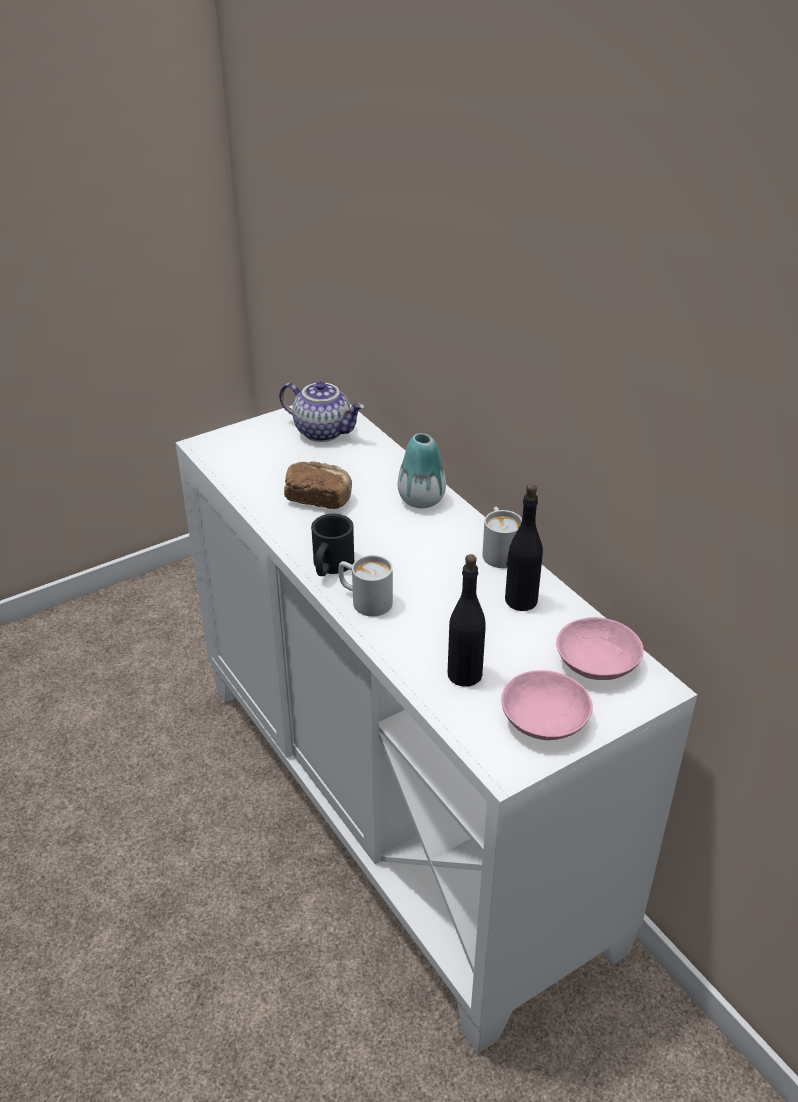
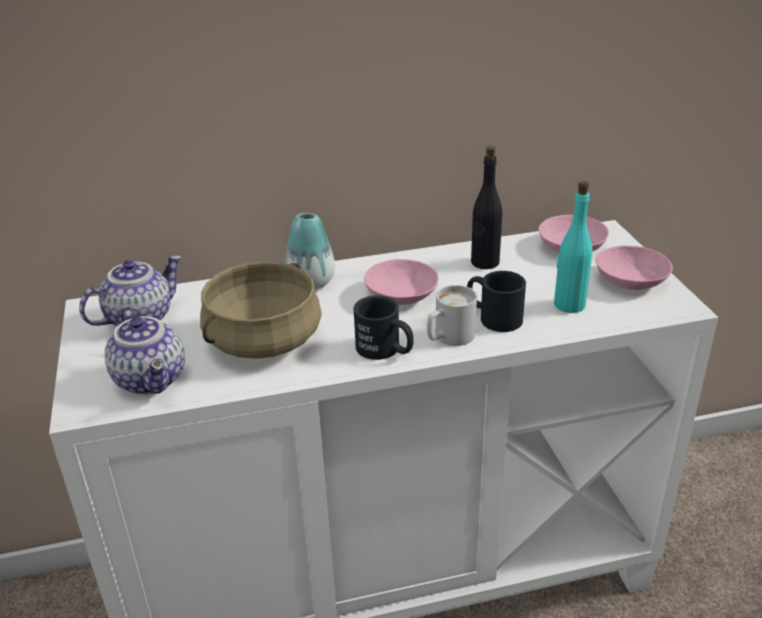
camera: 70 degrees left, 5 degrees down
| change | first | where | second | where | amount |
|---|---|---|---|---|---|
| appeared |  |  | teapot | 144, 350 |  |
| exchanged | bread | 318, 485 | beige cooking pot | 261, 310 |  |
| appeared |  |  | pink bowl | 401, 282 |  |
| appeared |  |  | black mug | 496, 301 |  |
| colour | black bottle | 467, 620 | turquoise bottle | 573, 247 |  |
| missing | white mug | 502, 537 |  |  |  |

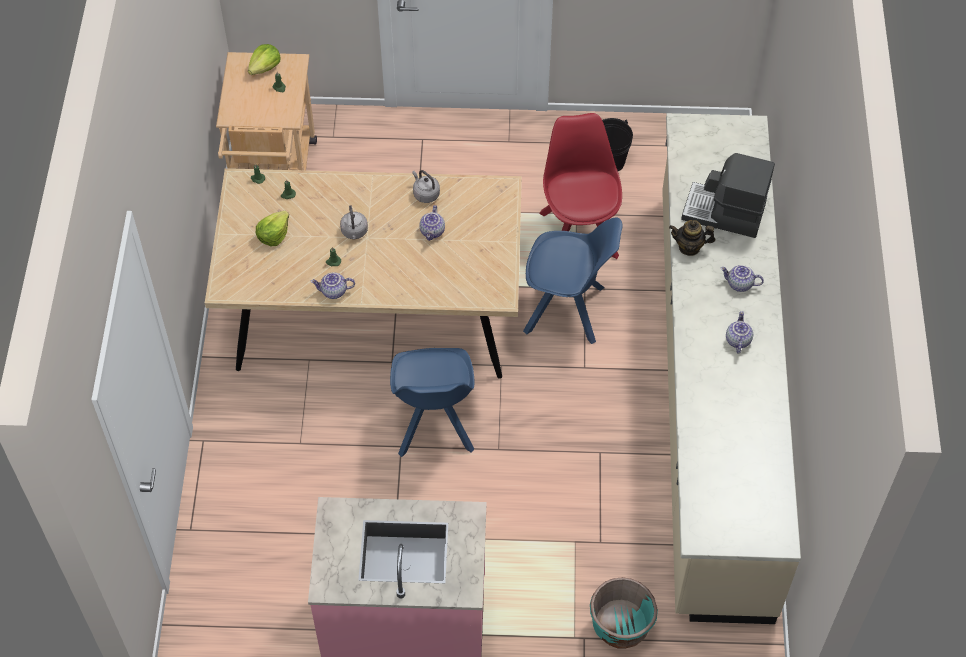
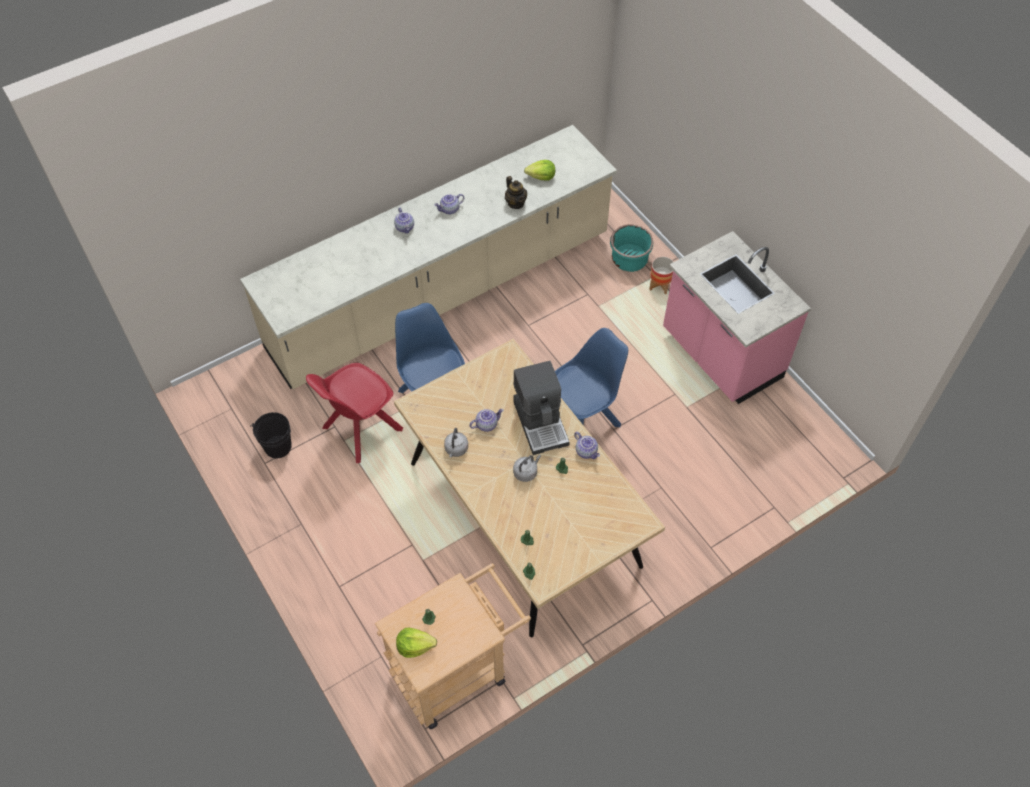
camera: 125 degrees left, 0 degrees up
| change | first | where | second | where | amount |
|---|---|---|---|---|---|
| relocated | teapot | 692, 238 |  | 516, 192 |  |
| relocated | coffee machine | 728, 195 |  | 541, 408 |  |
| relocated | lettuce | 272, 228 |  | 539, 170 |  |
| appeared |  |  | planter | 661, 275 |  |

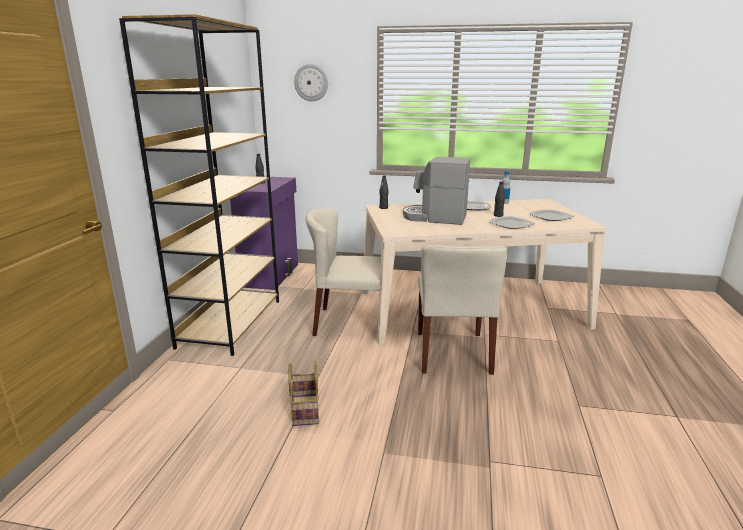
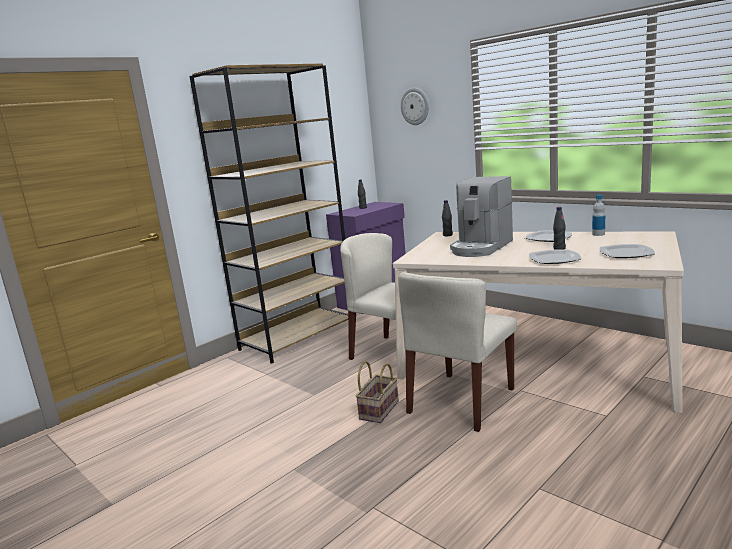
camera: 35 degrees right, 5 degrees down
| change | first | where | second | where | amount |
|---|---|---|---|---|---|
| relocated | basket | 303, 393 |  | 377, 392 |  |
| spun | coffee machine | 436, 191 |  | 481, 216 | 105 degrees counterclockwise |

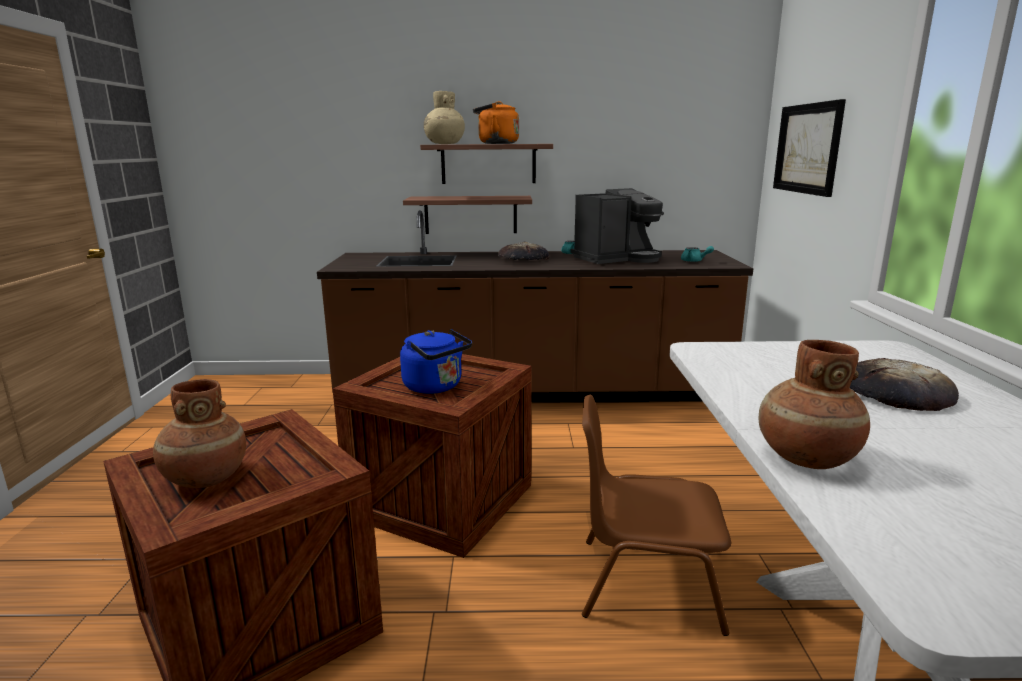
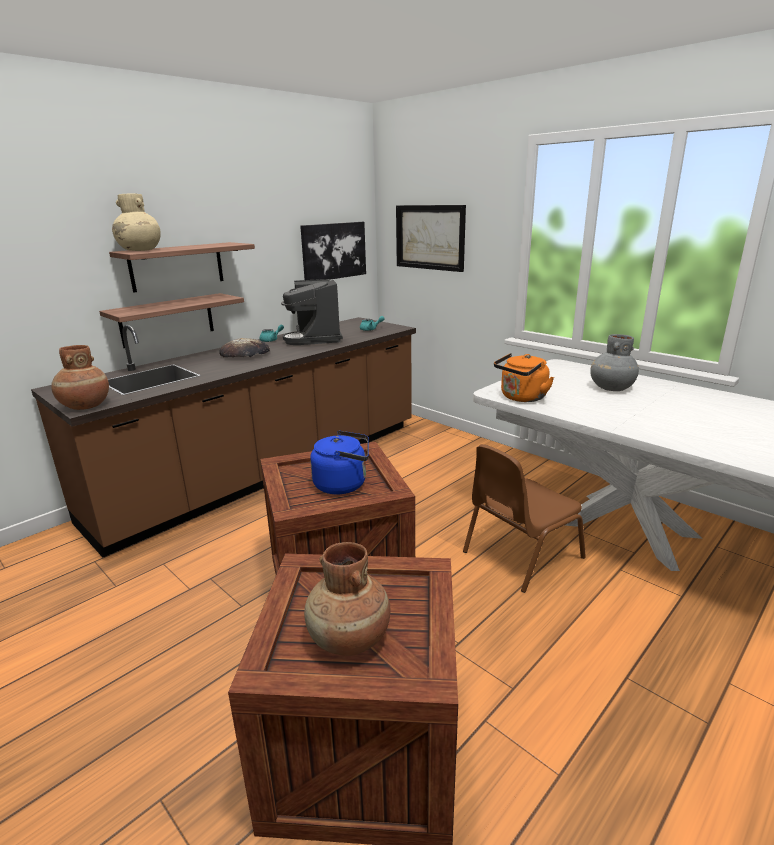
camera: 45 degrees left, 5 degrees up
| change | first | where | second | where | amount |
|---|---|---|---|---|---|
| relocated | brown vase | 814, 404 |  | 80, 377 |  |
| spun | coffee machine | 617, 226 |  | 312, 312 | 150 degrees clockwise |
| appeared |  |  | picture | 333, 251 |  |
| relocated | orange kettle | 496, 122 |  | 524, 377 |  |
| exchanged | bread | 904, 384 | grey vase | 614, 362 |  |

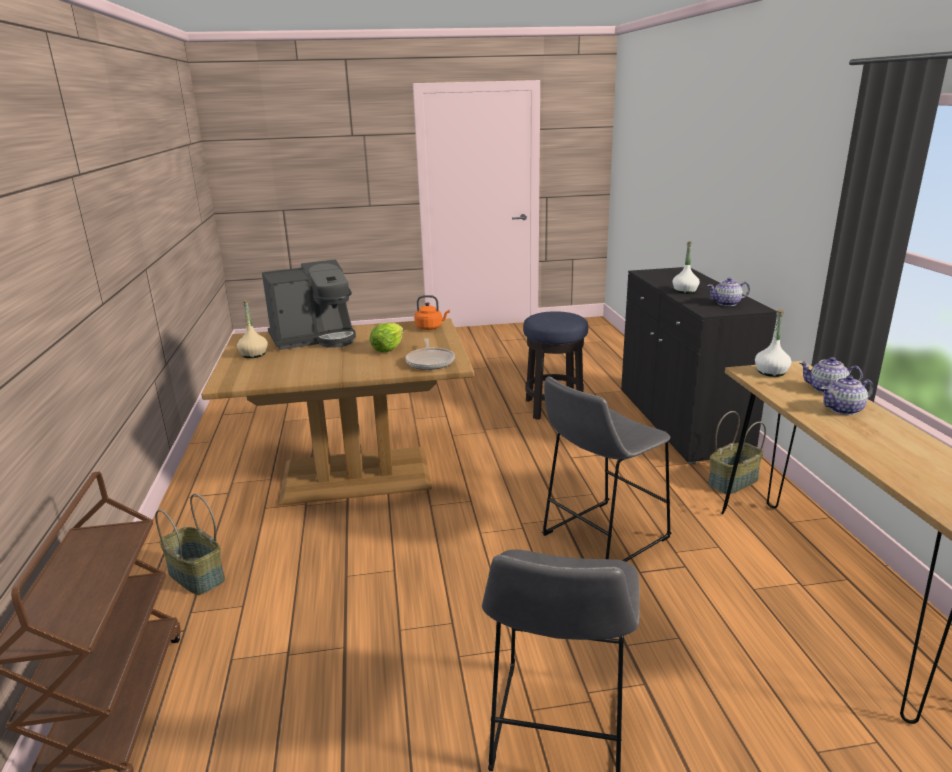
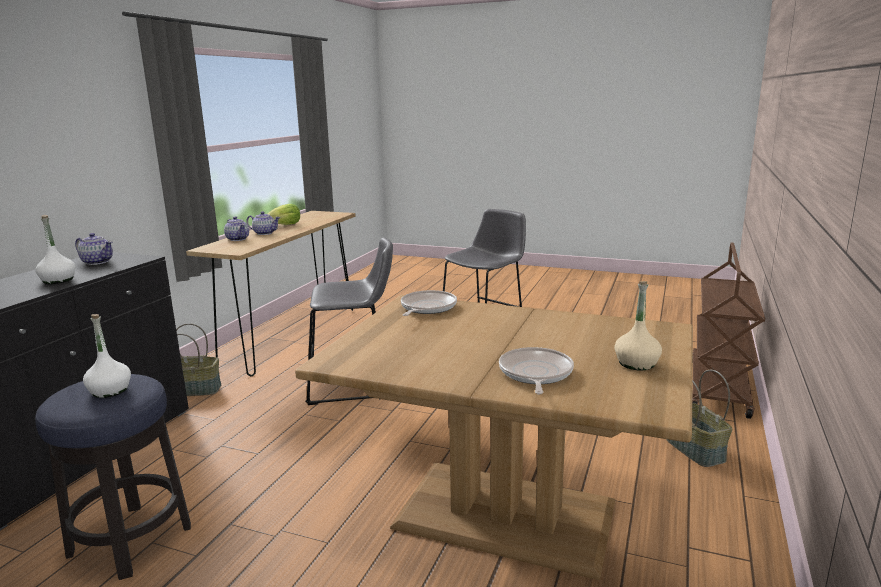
camera: 150 degrees left, 5 degrees down
| change | first | where | second | where | amount |
|---|---|---|---|---|---|
| relocated | white bottle | 773, 343 |  | 107, 356 |  |
| relocated | lettuce | 386, 337 |  | 284, 214 |  |
| exchanged | coffee machine | 309, 304 | frying pan | 536, 370 |  |
| missing | orange kettle | 432, 312 |  |  |  |

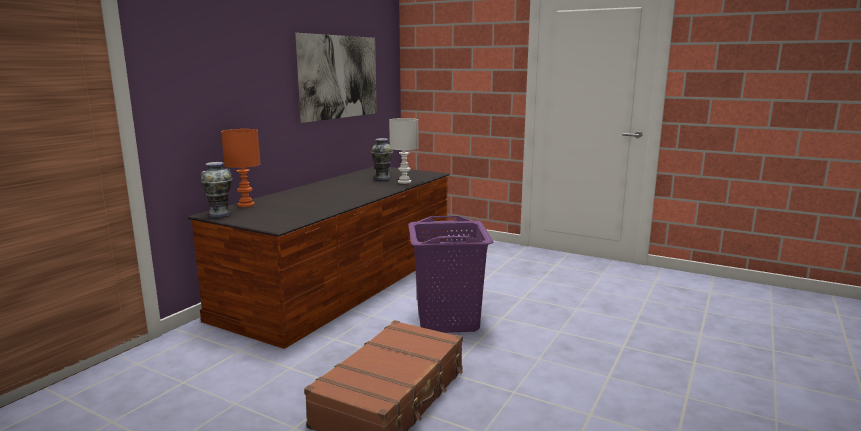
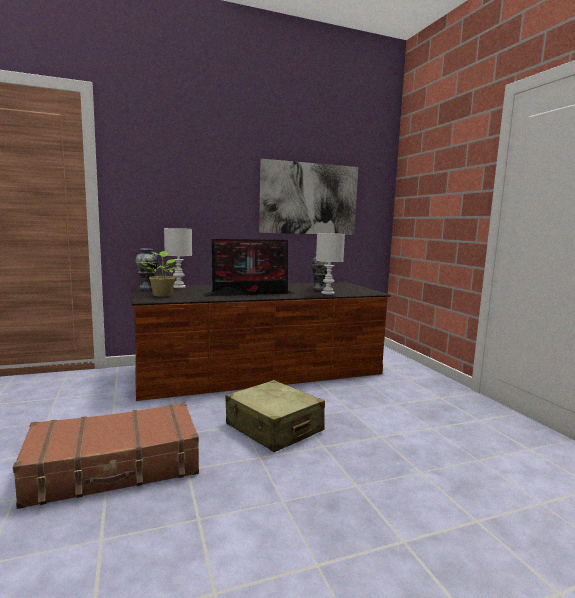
camera: 40 degrees right, 5 degrees down
| change | first | where | second | where | amount |
|---|---|---|---|---|---|
| appeared |  |  | potted plant | 160, 274 |  |
| colour | orange table lamp | 241, 168 | white table lamp | 178, 258 |  |
| appeared |  |  | monitor | 248, 268 |  |
| exchanged | purple laundry basket | 451, 274 | beige suitcase | 275, 416 |  |

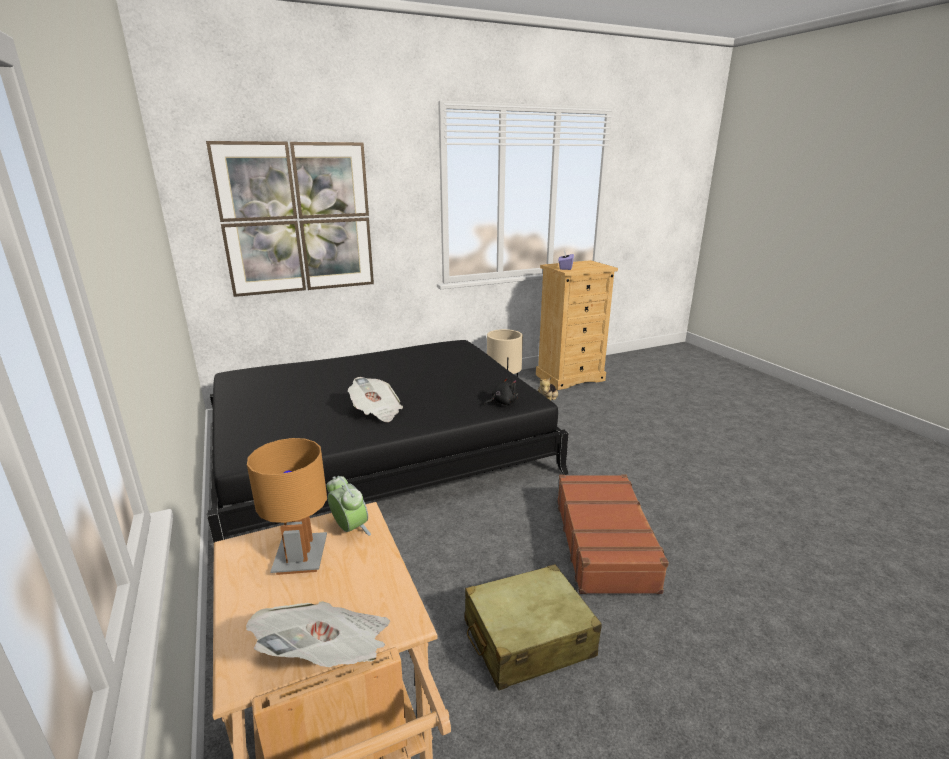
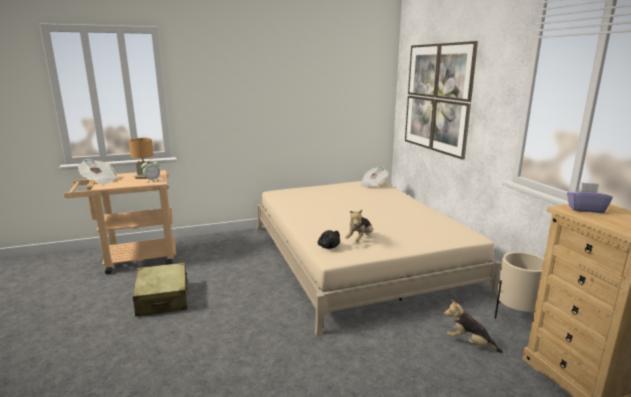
camera: 95 degrees right, 5 degrees down
| change | first | where | second | where | amount |
|---|---|---|---|---|---|
| colour | black bed | 388, 442 | beige bed | 379, 258 |  |
| appeared |  |  | plush toy | 359, 226 |  |
| relocated | newspaper | 375, 399 |  | 374, 177 |  |
| missing | brown suitcase | 613, 534 |  |  |  |

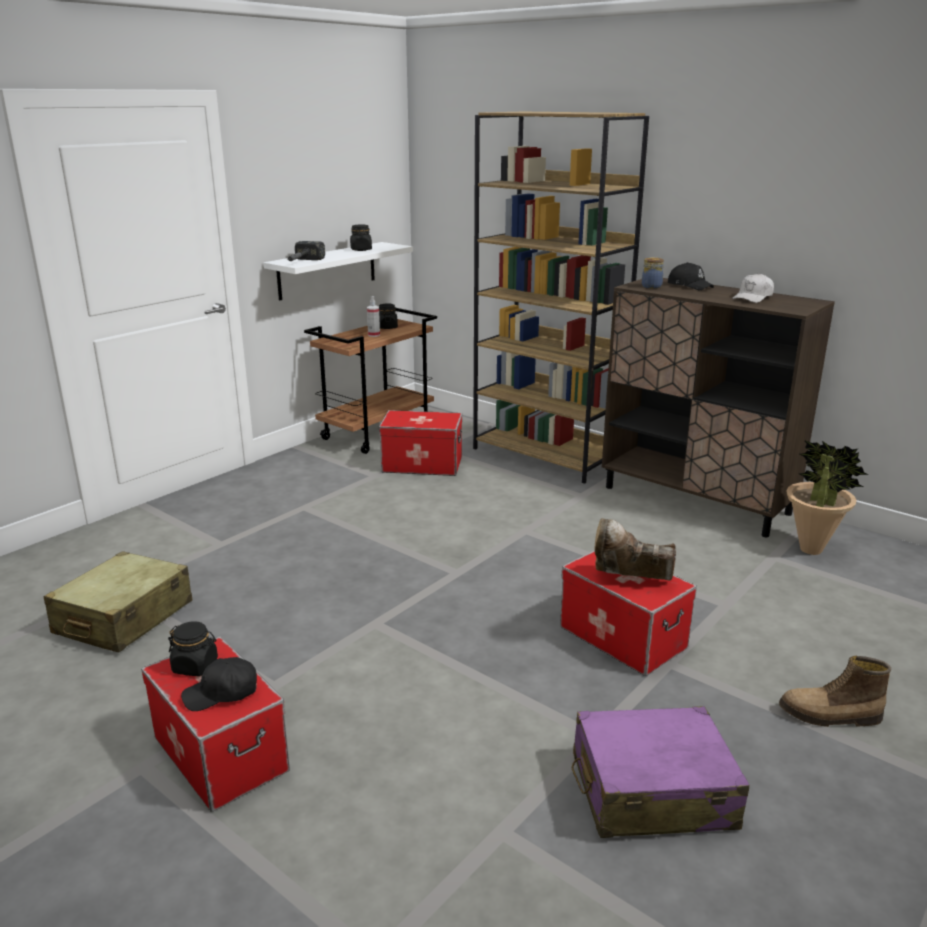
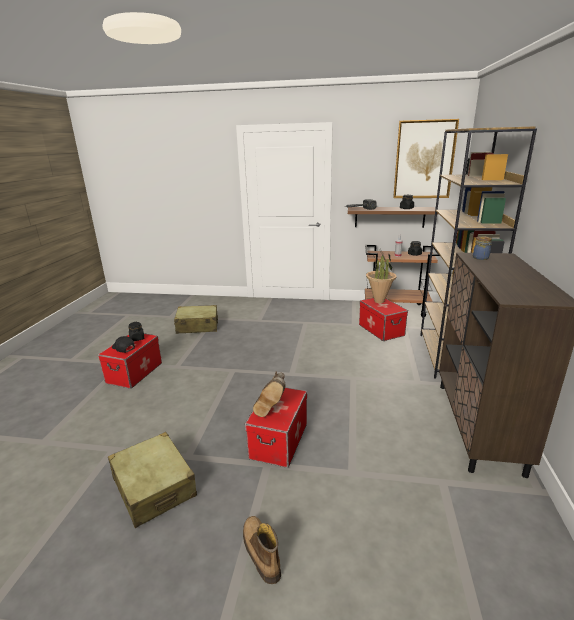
camera: 60 degrees right, 0 degrees up
| change | first | where | second | where | amount |
|---|---|---|---|---|---|
| colour | purple suitcase | 661, 772 | beige suitcase | 152, 480 |  |
| spun | brown boot | 635, 549 |  | 269, 394 | 150 degrees counterclockwise |
| colour | white shelf | 338, 271 | brown shelf | 393, 217 |  |
| relocated | potted plant | 827, 497 |  | 381, 276 |  |
| appeared |  |  | picture | 426, 158 |  |
| missing | black cap | 691, 276 |  |  |  |
| missing | white cap | 753, 288 |  |  |  |

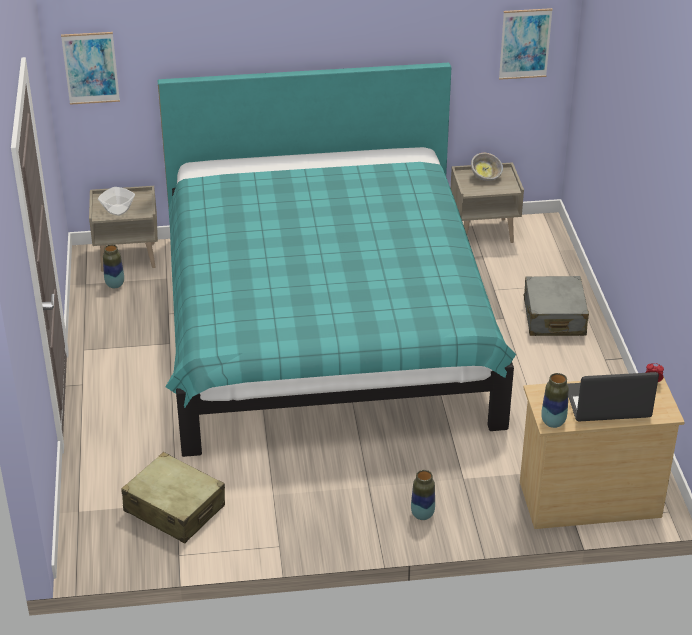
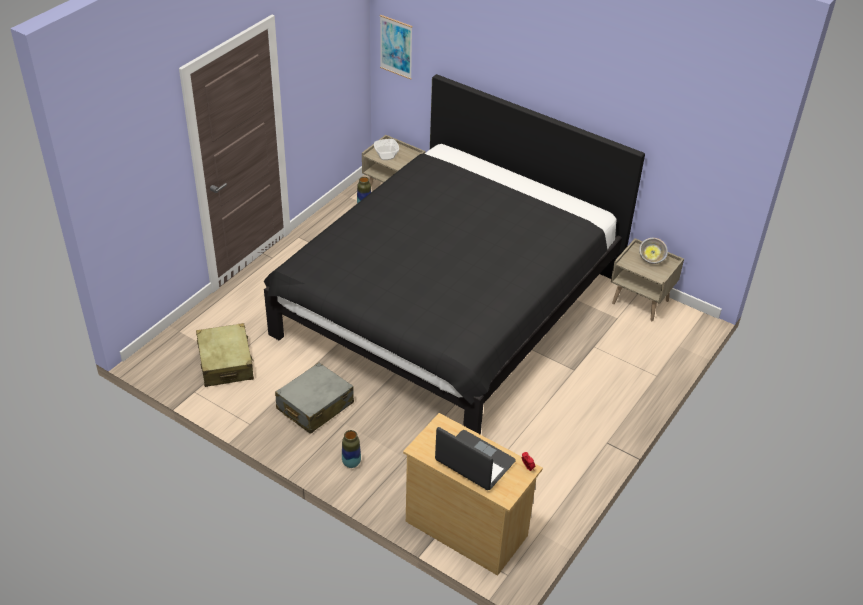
camera: 40 degrees right, 5 degrees up
| change | first | where | second | where | amount |
|---|---|---|---|---|---|
| colour | turquoise bed | 337, 260 | black bed | 454, 254 |  |
| relocated | grey suitcase | 556, 306 |  | 314, 398 |  |
| missing | picture | 526, 44 |  |  |  |
| missing | vase | 555, 400 |  |  |  |

